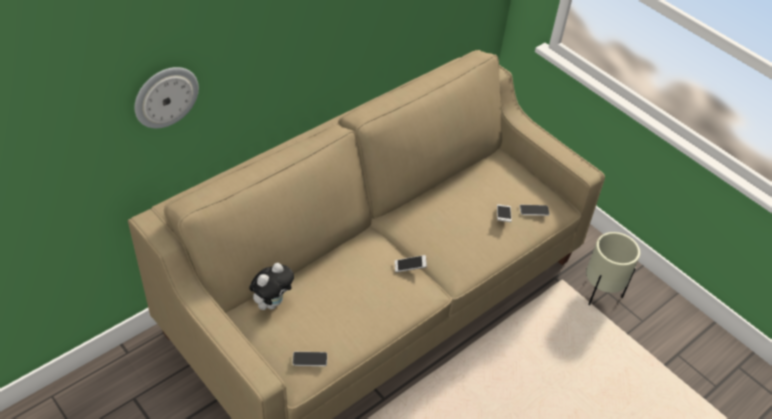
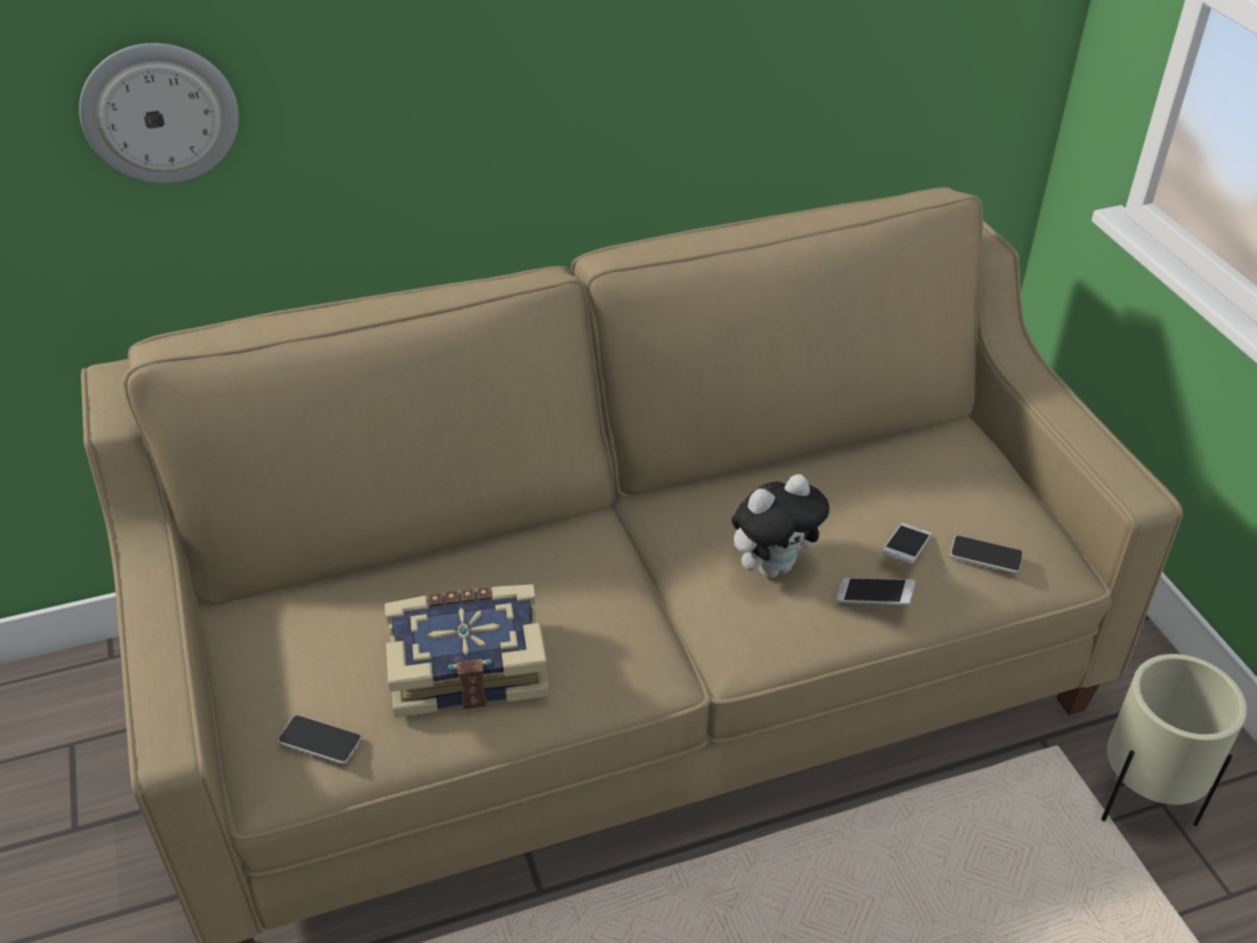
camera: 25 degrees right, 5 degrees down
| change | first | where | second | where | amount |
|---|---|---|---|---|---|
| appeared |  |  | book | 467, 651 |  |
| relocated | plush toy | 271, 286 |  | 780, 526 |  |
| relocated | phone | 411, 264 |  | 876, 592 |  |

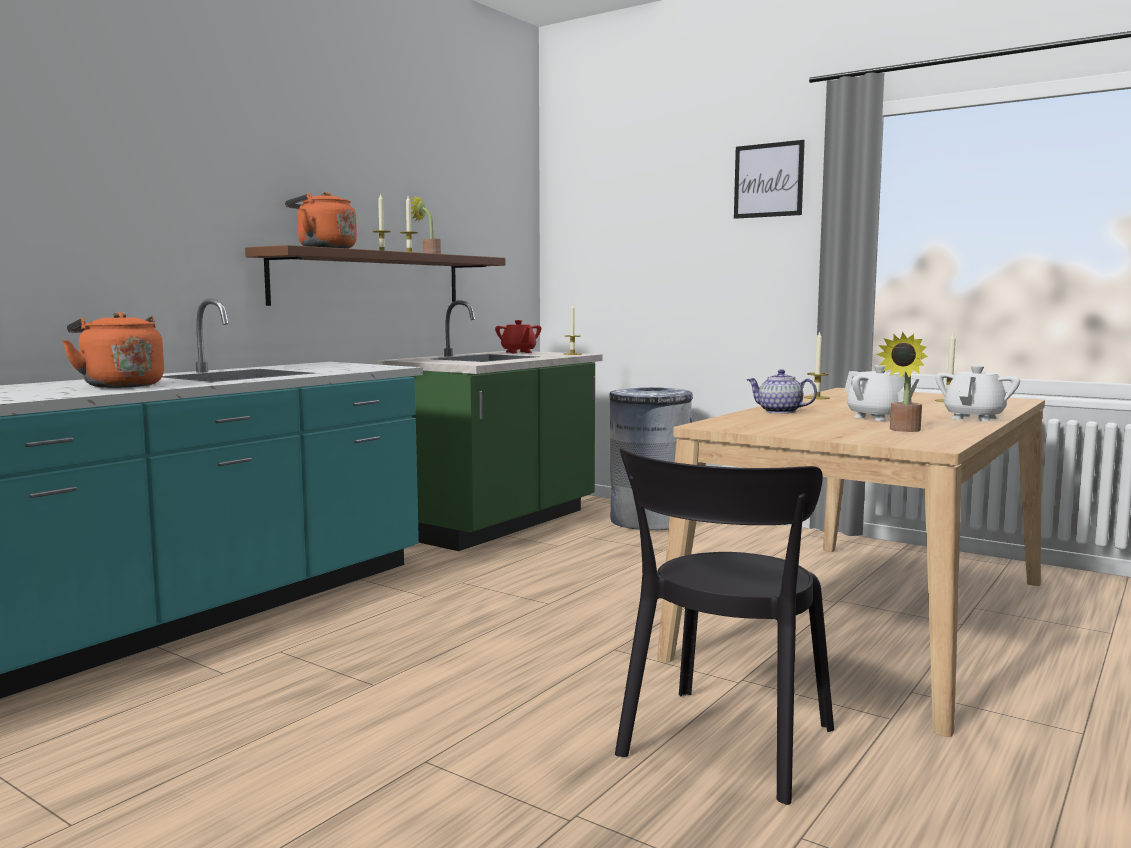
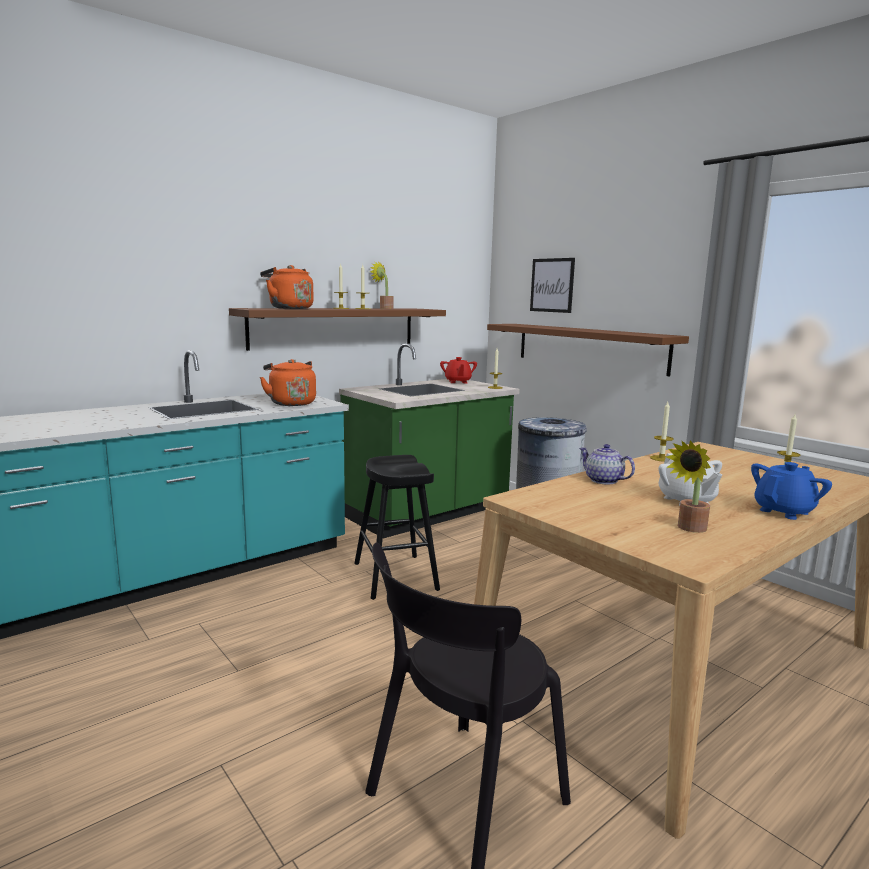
camera: 15 degrees right, 5 degrees up
| change | first | where | second | where | amount |
|---|---|---|---|---|---|
| relocated | orange kettle | 113, 350 |  | 288, 382 |  |
| appeared |  |  | black stool | 397, 527 |  |
| appeared |  |  | brown shelf | 588, 350 |  |
| relocated | picture | 769, 179 |  | 552, 285 |  |
| colour | white teapot | 977, 393 | blue teapot | 791, 491 |  |

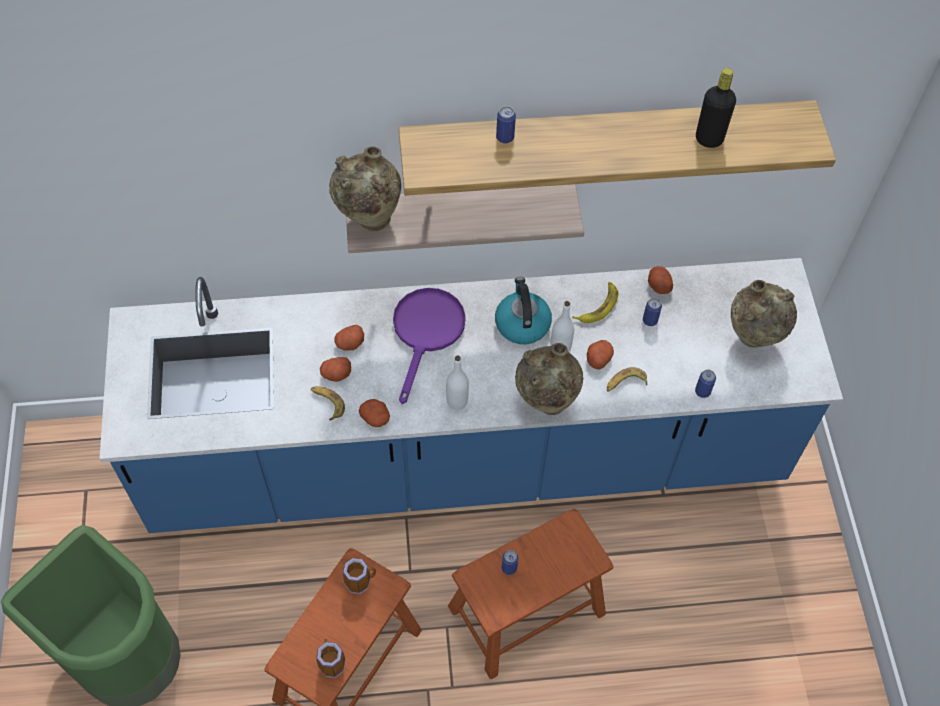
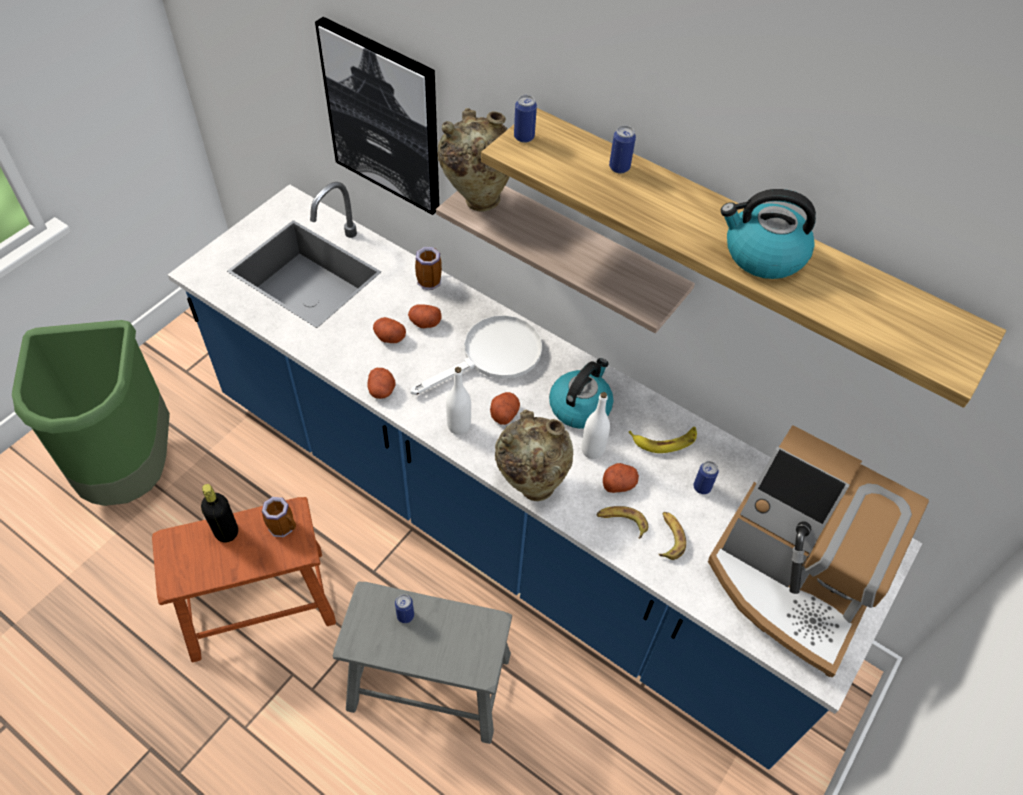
camera: 40 degrees right, 5 degrees down
| change | first | where | second | where | amount |
|---|---|---|---|---|---|
| relocated | black bottle | 716, 108 |  | 219, 513 |  |
| appeared |  |  | picture | 377, 116 |  |
| colour | brown stool | 531, 594 | grey stool | 422, 663 |  |
| colour | purple frying pan | 429, 346 | white frying pan | 476, 355 |  |
| relocated | mug | 330, 658 |  | 428, 268 |  |
| relocated | potato | 660, 280 |  | 505, 408 |  |
| relocated | can | 705, 384 |  | 525, 119 |  |
| relocated | banana | 328, 403 |  | 672, 536 |  |
| exchanged | beige vase | 764, 314 | coffee machine | 818, 551 |  |
| appeared |  |  | kettle | 768, 234 |  |

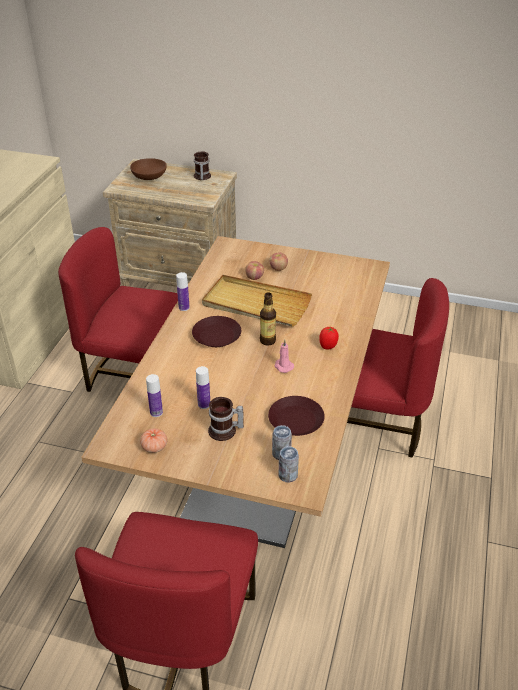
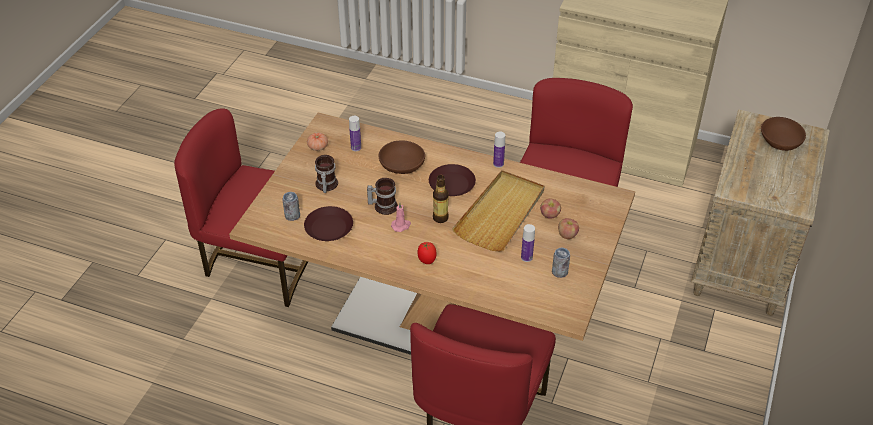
camera: 95 degrees right, 5 degrees up
| change | first | where | second | where | amount |
|---|---|---|---|---|---|
| relocated | mug | 202, 165 |  | 382, 196 |  |
| appeared |  |  | brown bowl | 402, 157 |  |
| relocated | bottle | 203, 387 |  | 528, 243 |  |
| relocated | can | 288, 464 |  | 561, 263 |  |

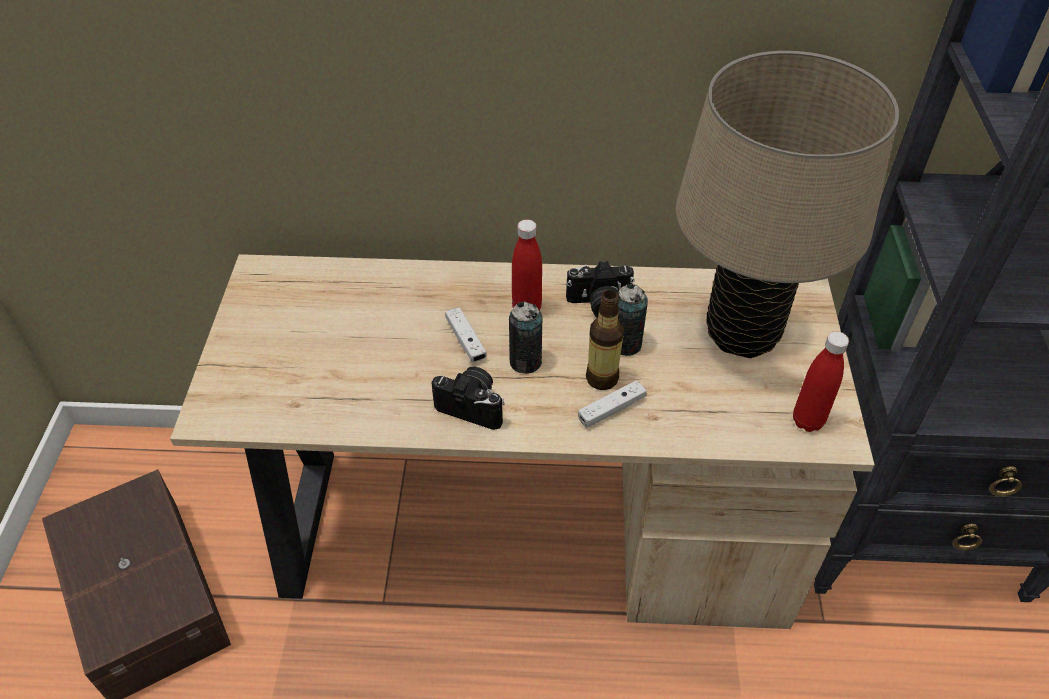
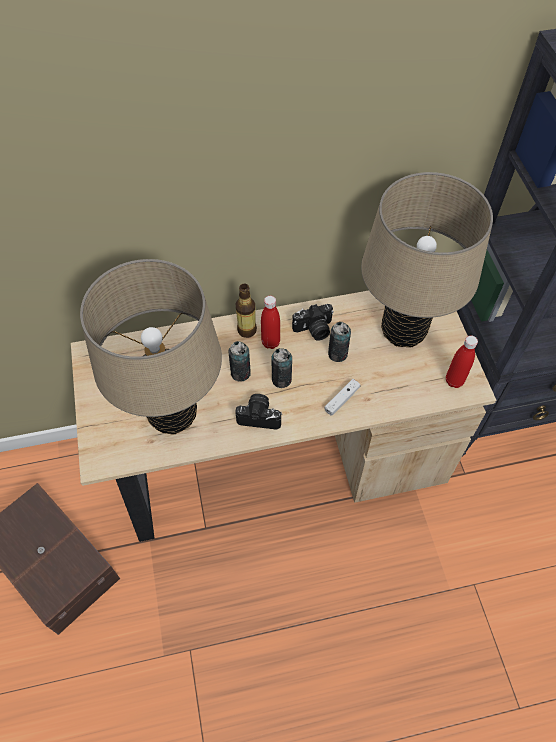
camera: 15 degrees left, 10 degrees up
| change | first | where | second | where | amount |
|---|---|---|---|---|---|
| appeared |  |  | beige table lamp | 151, 346 |  |
| exchanged | white game controller | 466, 334 | can | 239, 361 |  |
| relocated | bottle | 605, 340 |  | 246, 311 |  |

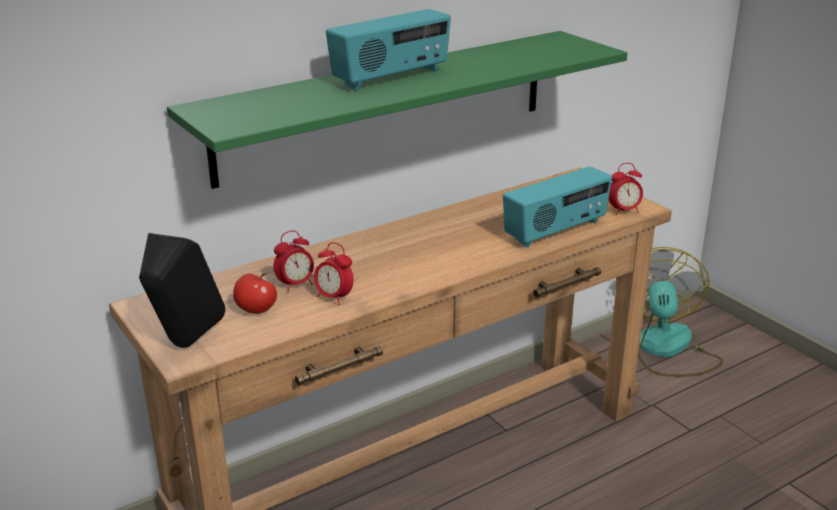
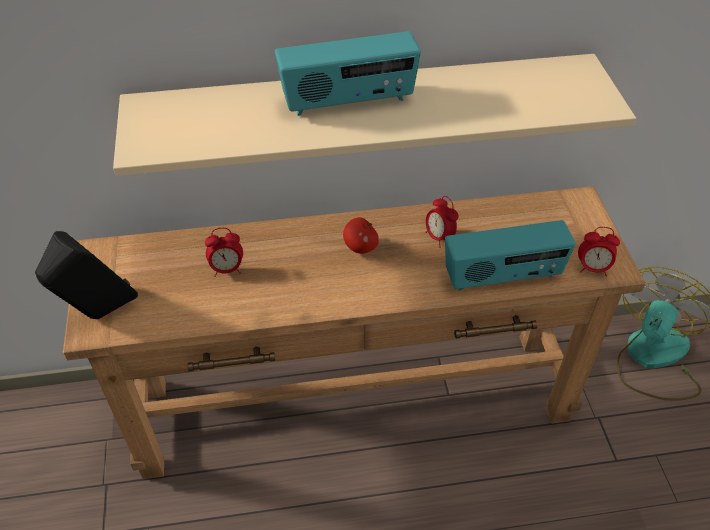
camera: 25 degrees right, 20 degrees up
| change | first | where | second | where | amount |
|---|---|---|---|---|---|
| colour | green shelf | 397, 110 | beige shelf | 374, 115 |  |
| relocated | apple | 255, 293 |  | 361, 235 |  |
| relocated | alarm clock | 334, 273 |  | 442, 222 |  |

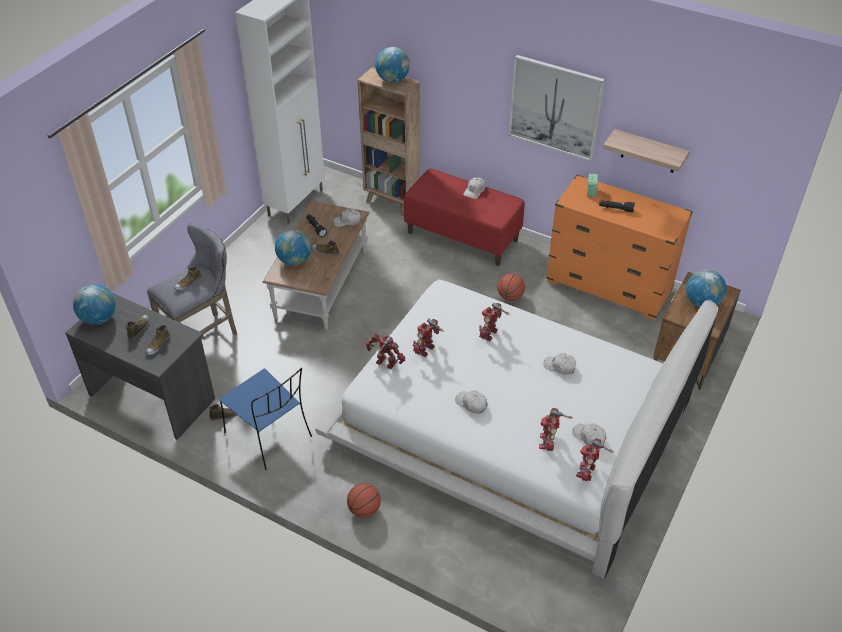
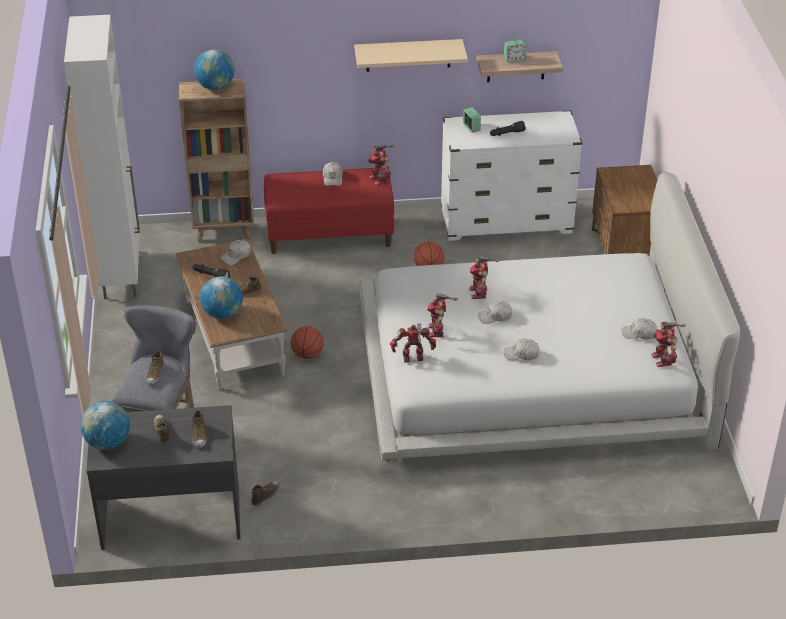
camera: 35 degrees left, 5 degrees down
| change | first | where | second | where | amount |
|---|---|---|---|---|---|
| relocated | basketball | 364, 500 |  | 307, 342 |  |
| exchanged | picture | 557, 108 | beige shelf | 411, 55 |  |
| relocated | toy robot | 556, 429 |  | 381, 165 |  |
| colour | orange dresser | 619, 248 | white dresser | 511, 175 |  |
| relocated | white cap | 560, 364 |  | 495, 312 |  |
| appeared |  |  | alarm clock | 515, 51 |  |
| missing | blue chair | 265, 419 |  |  |  |
| missing | globe | 706, 289 |  |  |  |

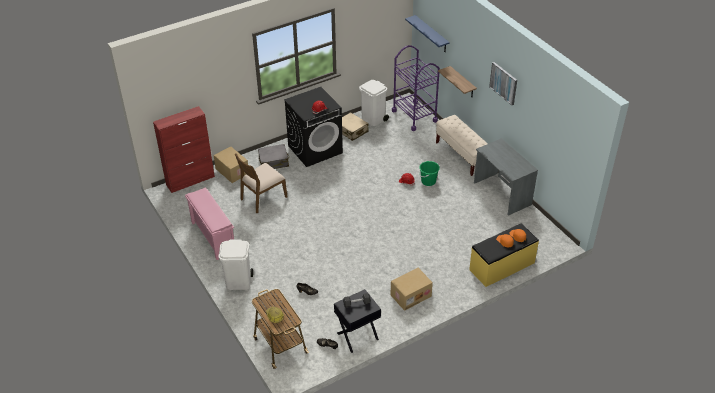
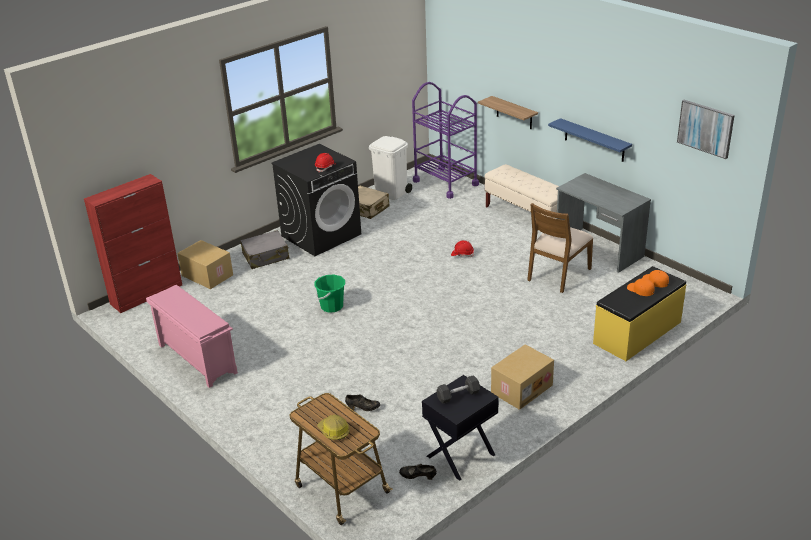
camera: 10 degrees left, 10 degrees down
| change | first | where | second | where | amount |
|---|---|---|---|---|---|
| relocated | green bucket | 429, 173 |  | 329, 294 |  |
| relocated | brown chair | 261, 183 |  | 560, 248 |  |
| relocated | blue shelf | 427, 33 |  | 590, 140 |  |
| relocated | picture | 503, 83 |  | 706, 129 |  |
| missing | white trash can | 236, 264 |  |  |  |

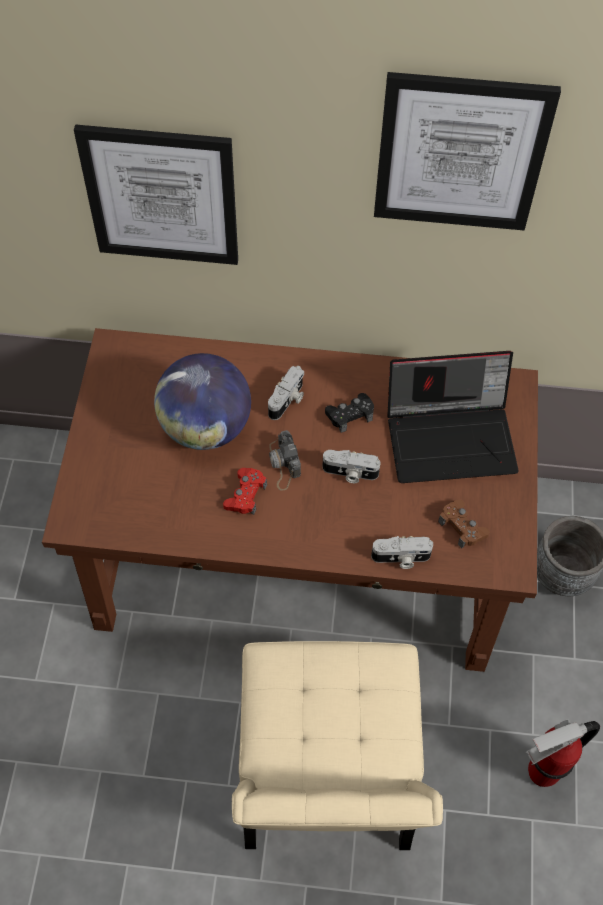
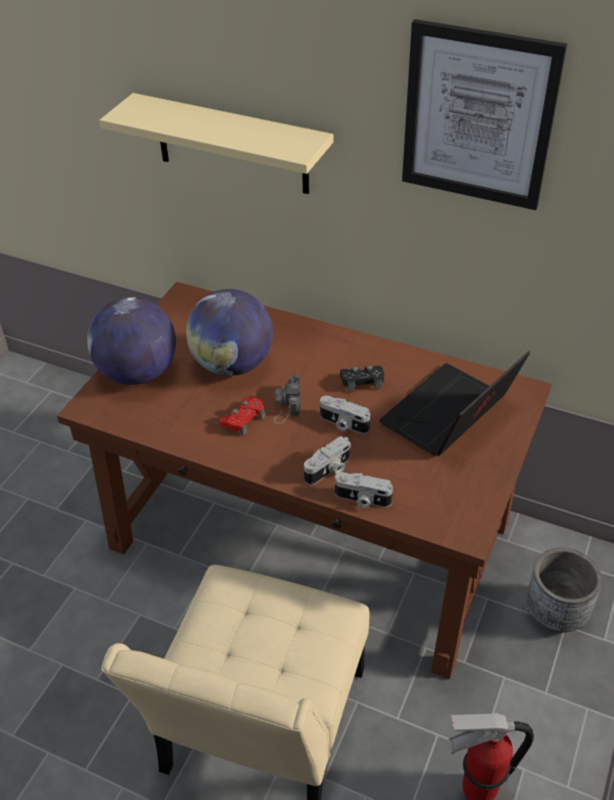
camera: 20 degrees right, 15 degrees down
| change | first | where | second | where | amount |
|---|---|---|---|---|---|
| appeared |  |  | globe | 131, 341 |  |
| exchanged | picture | 156, 194 | beige shelf | 216, 143 |  |
| relocated | photo camera | 286, 393 |  | 327, 460 |  |
| spun | laptop | 453, 417 |  | 454, 403 | 120 degrees clockwise |
| missing | brown game controller | 464, 524 |  |  |  |

